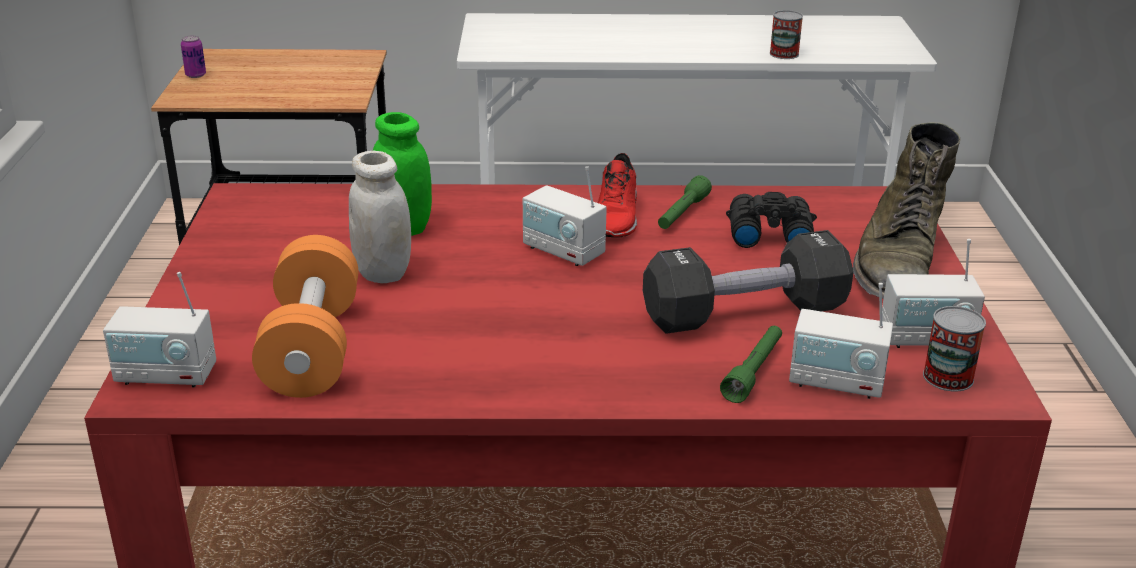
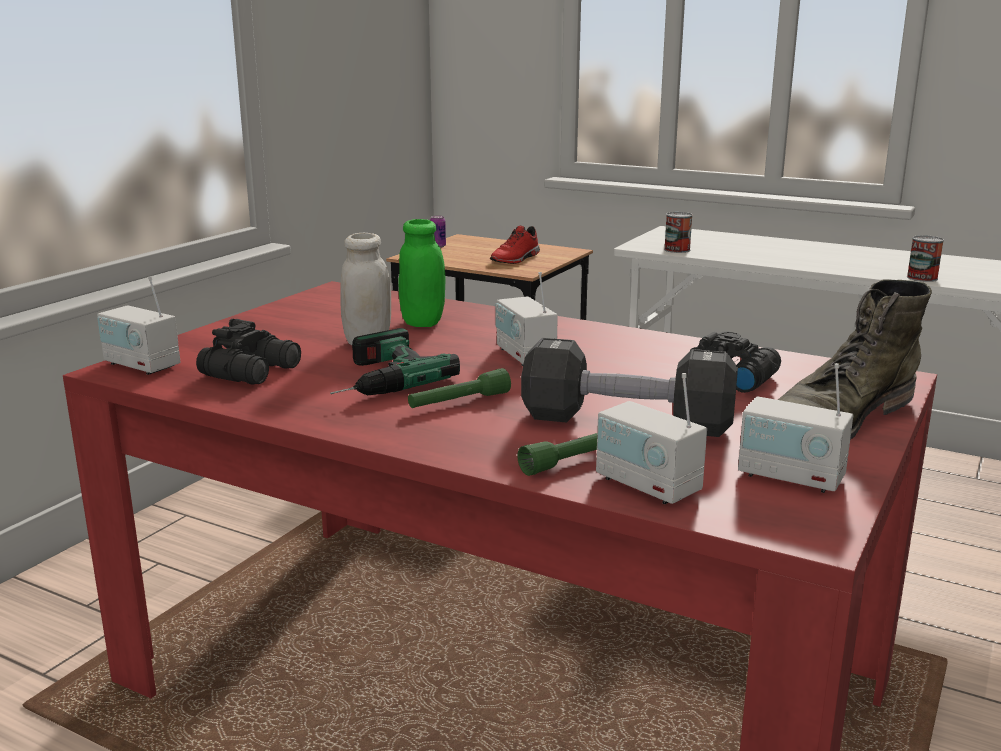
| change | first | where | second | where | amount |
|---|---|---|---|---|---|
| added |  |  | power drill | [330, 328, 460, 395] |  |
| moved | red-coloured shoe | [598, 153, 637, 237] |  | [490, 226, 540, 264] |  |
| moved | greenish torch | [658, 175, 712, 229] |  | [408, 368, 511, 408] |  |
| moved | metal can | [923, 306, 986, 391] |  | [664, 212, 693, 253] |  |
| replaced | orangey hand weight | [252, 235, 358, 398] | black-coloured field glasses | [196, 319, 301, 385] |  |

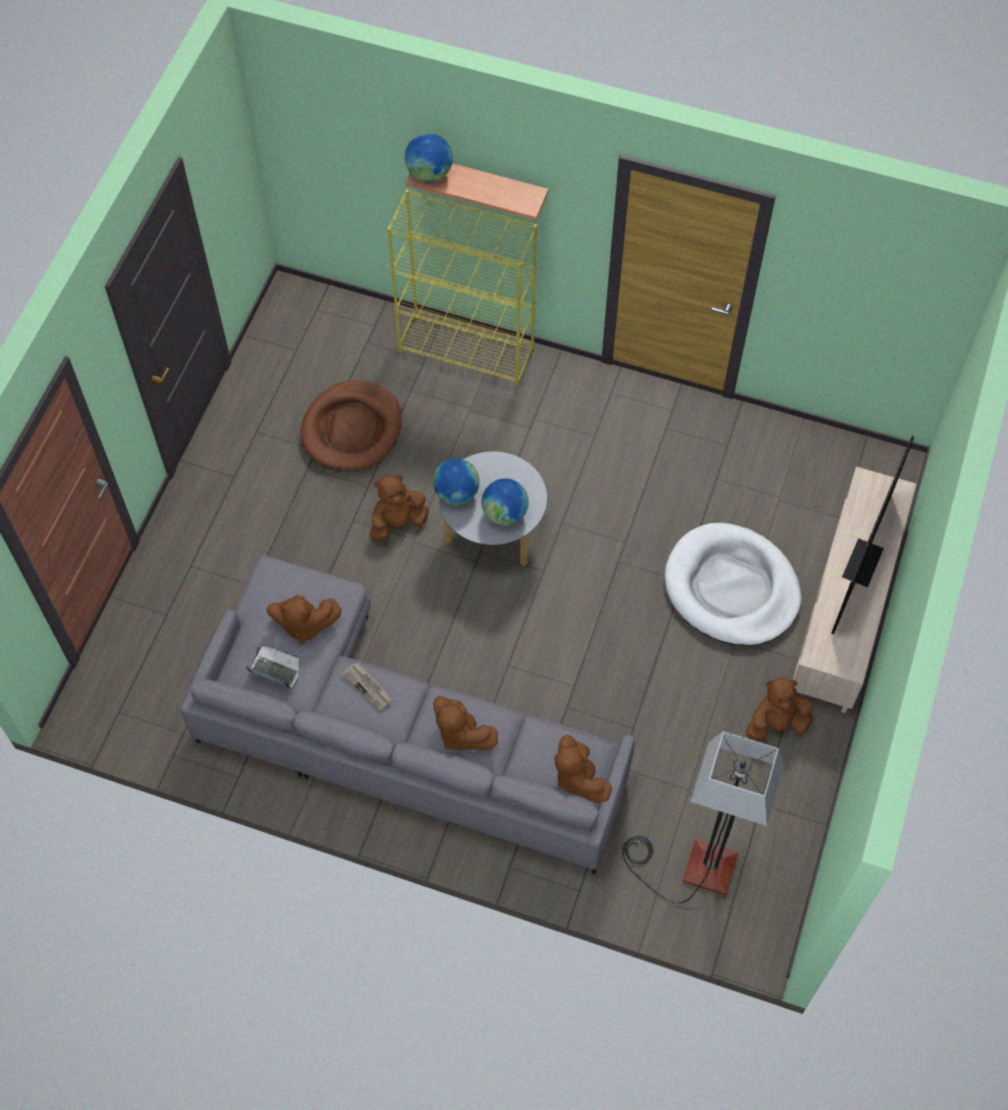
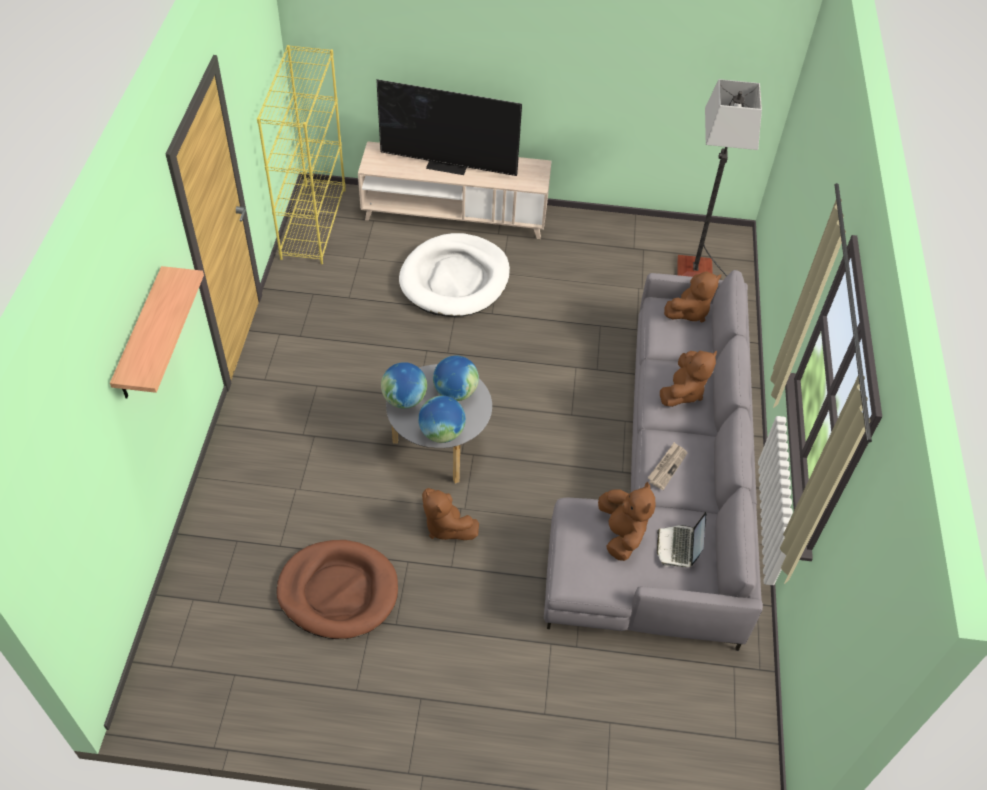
| change | first | where | second | where | amount |
|---|---|---|---|---|---|
| removed | brown-coloured soft toy | [746, 678, 814, 741] |  |  |  |
| moved | yellow bookshelf | [387, 190, 537, 386] |  | [257, 45, 346, 264] |  |
| moved | desk globe | [405, 133, 453, 182] |  | [381, 362, 427, 409] |  |

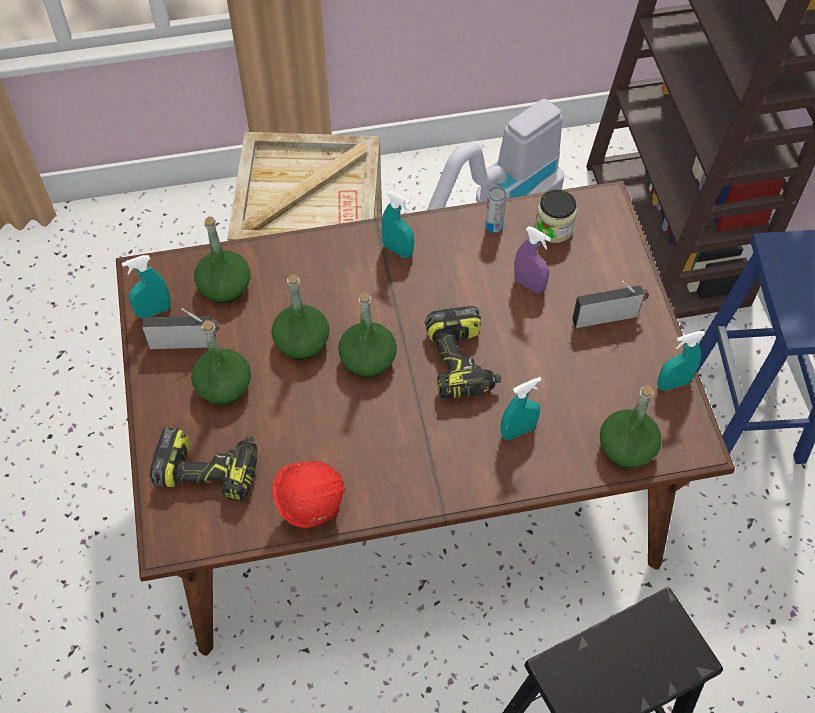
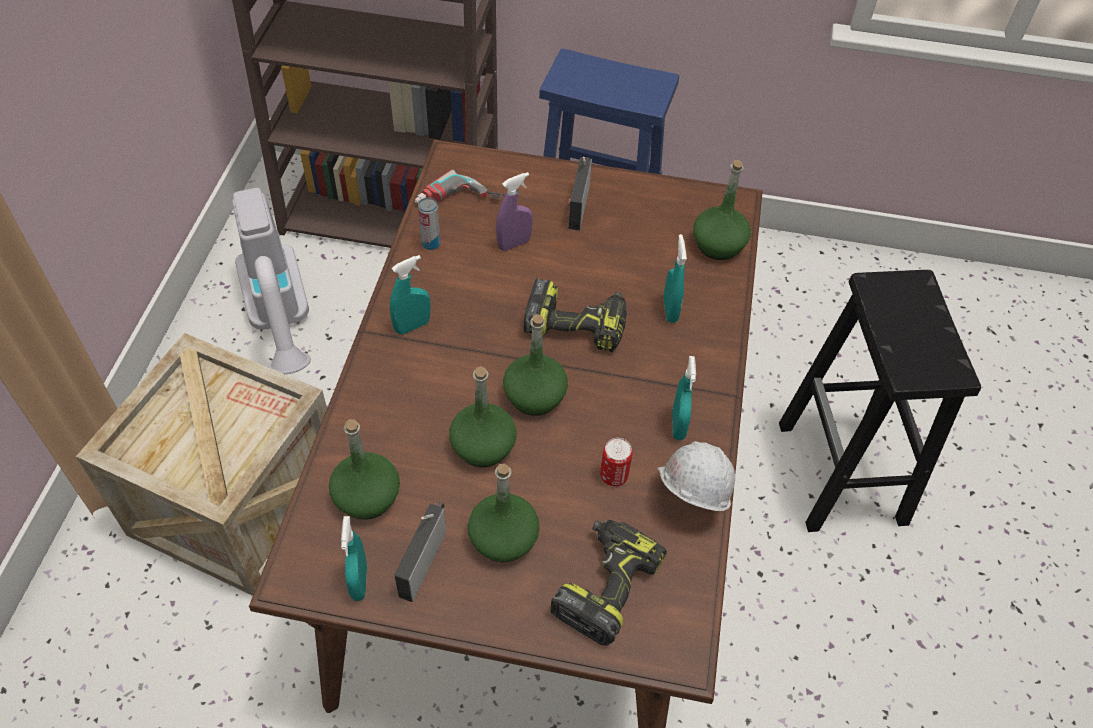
| change | first | where | second | where | amount |
|---|---|---|---|---|---|
| added |  |  | metal can | [600, 438, 633, 486] |  |
| moved | turquoise-coloured sprayer | [657, 331, 705, 391] |  | [672, 356, 696, 440] |  |
| replaced | jar | [535, 190, 577, 243] | power drill | [415, 170, 505, 204] |  |
| recoloured | red-coloured hard hat | [272, 461, 345, 528] | white-coloured hard hat | [657, 441, 735, 511] |  |

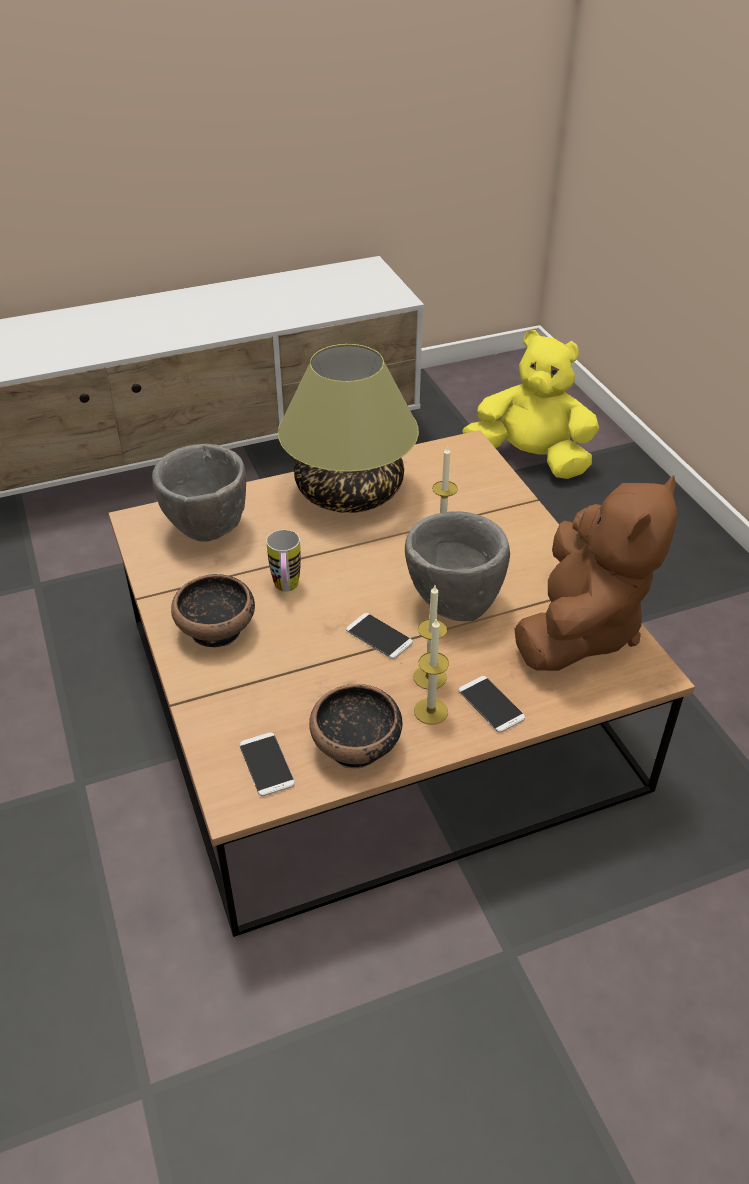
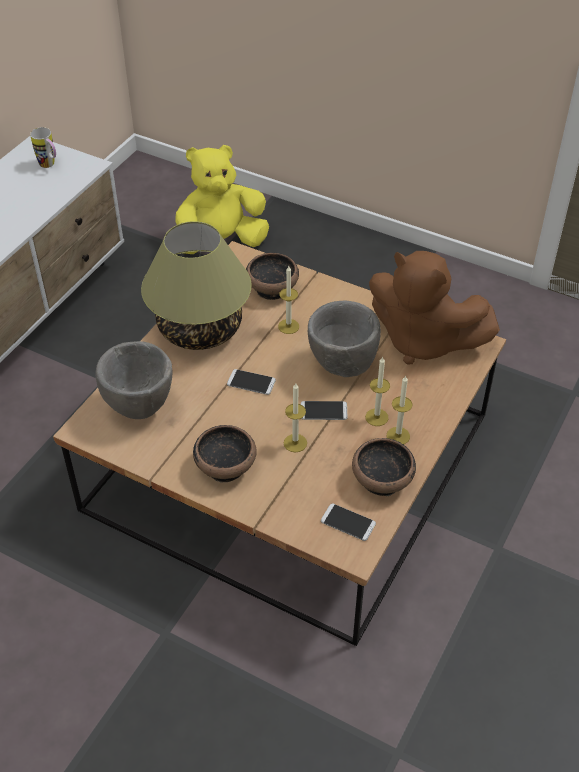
| change | first | where | second | where | amount |
|---|---|---|---|---|---|
| added |  |  | serving bowl | [246, 253, 299, 300] |  |
| added |  |  | wax light | [284, 383, 307, 452] |  |
| moved | coffee mug | [266, 530, 301, 592] |  | [30, 127, 56, 168] |  |
| moved | phone | [459, 676, 525, 732] |  | [227, 369, 276, 395] |  |
| turned | brown-coloured soft toy | [515, 475, 678, 671] |  | [369, 251, 500, 365] | 135 degrees clockwise |

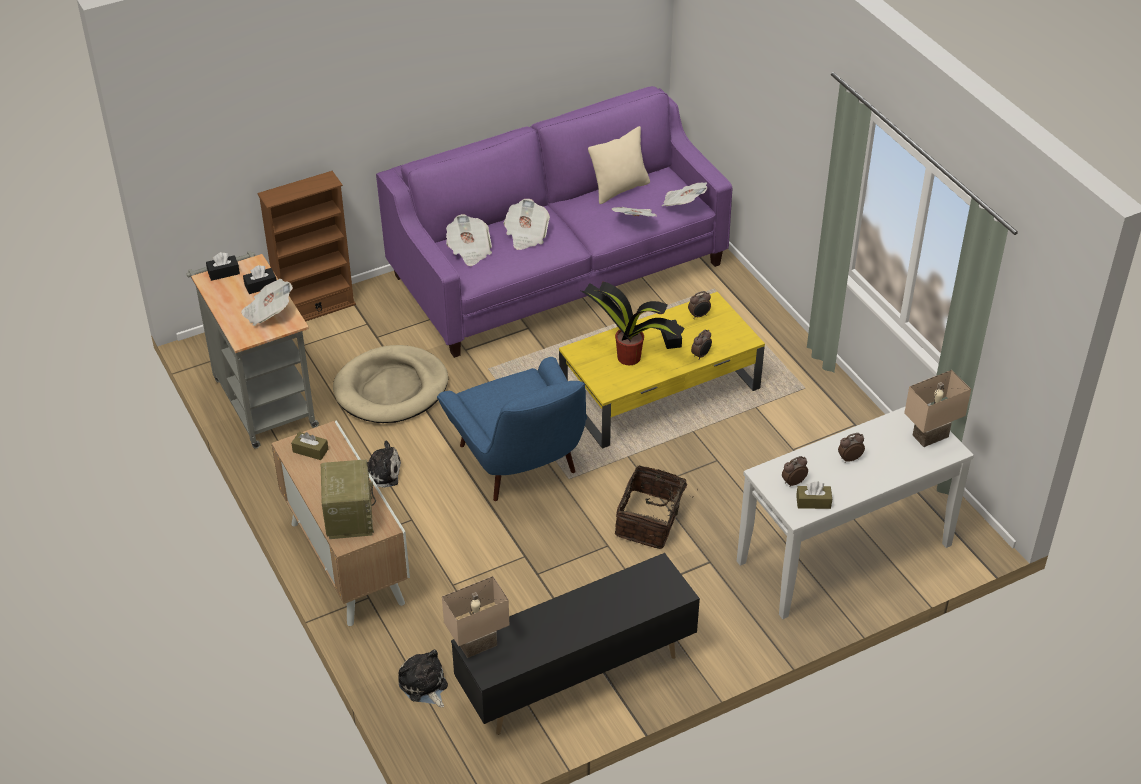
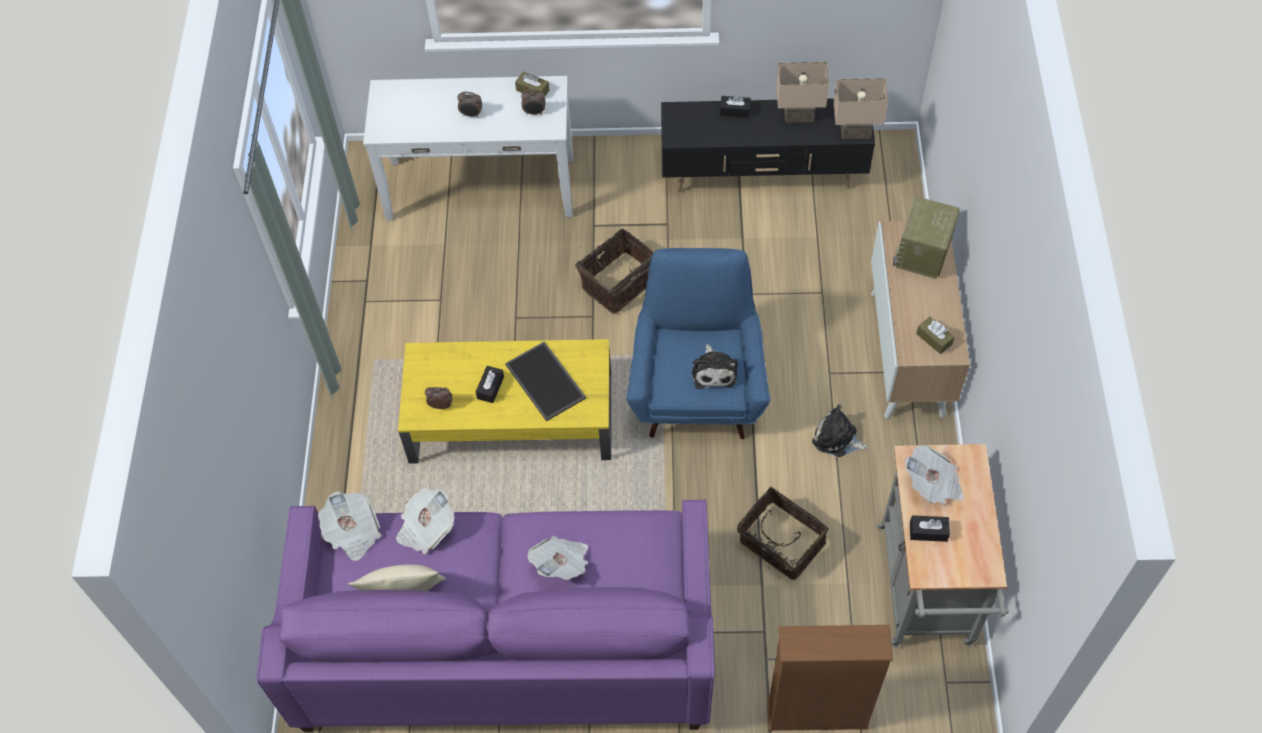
| change | first | where | second | where | amount |
|---|---|---|---|---|---|
| removed | printed paper | [446, 214, 492, 266] |  |  |  |
| removed | alarm clock | [691, 329, 712, 360] |  |  |  |
| moved | black-coloured tissue holder | [206, 252, 240, 281] |  | [720, 95, 751, 118] |  |
| moved | soft toy | [398, 649, 448, 708] |  | [692, 344, 738, 389] |  |
| moved | sand-coloured lamp for a table | [904, 370, 971, 447] |  | [776, 62, 829, 123] |  |
| replaced | sand-coloured pet bed | [333, 345, 448, 423] | storage basket | [737, 487, 829, 580] |  |
| replaced | potted plant | [579, 281, 685, 365] | tray | [505, 341, 586, 421] |  |

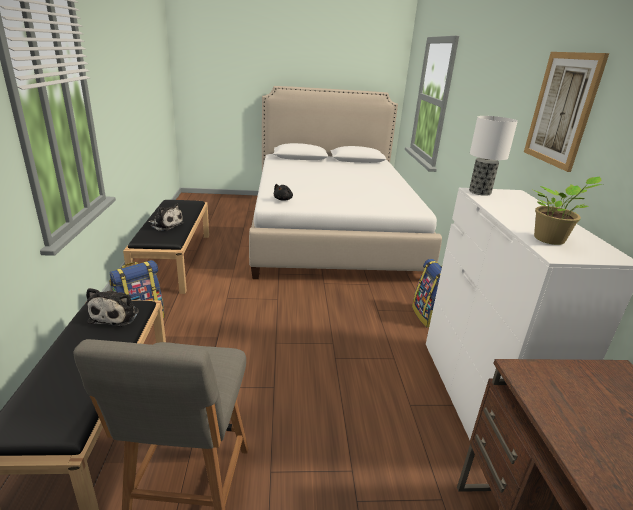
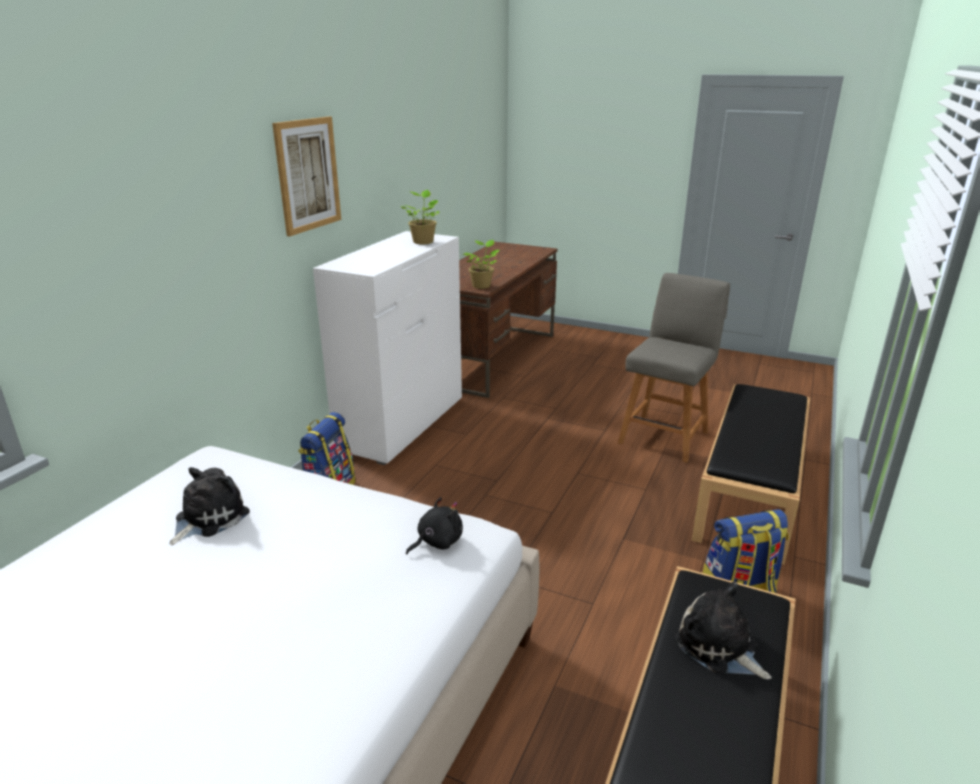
| change | first | where | second | where | amount |
|---|---|---|---|---|---|
| removed | lamp for a table | [469, 116, 518, 196] |  |  |  |
| added |  |  | potted plant | [463, 240, 499, 289] |  |
| moved | soft toy | [86, 288, 139, 327] |  | [169, 467, 250, 545] |  |

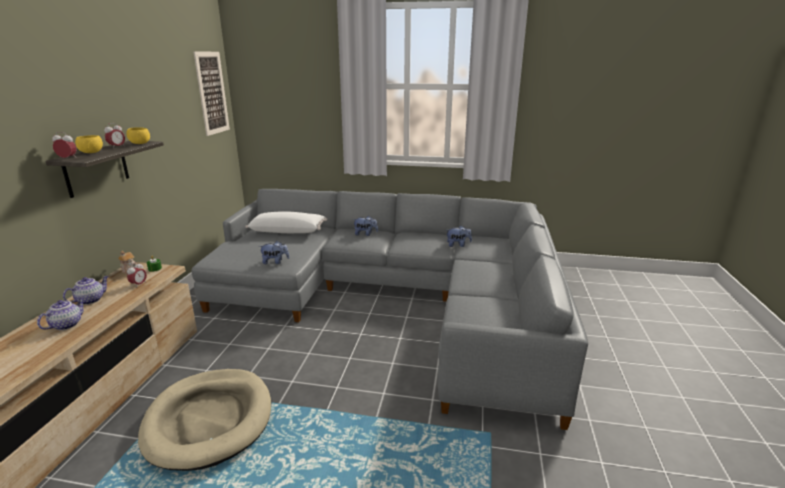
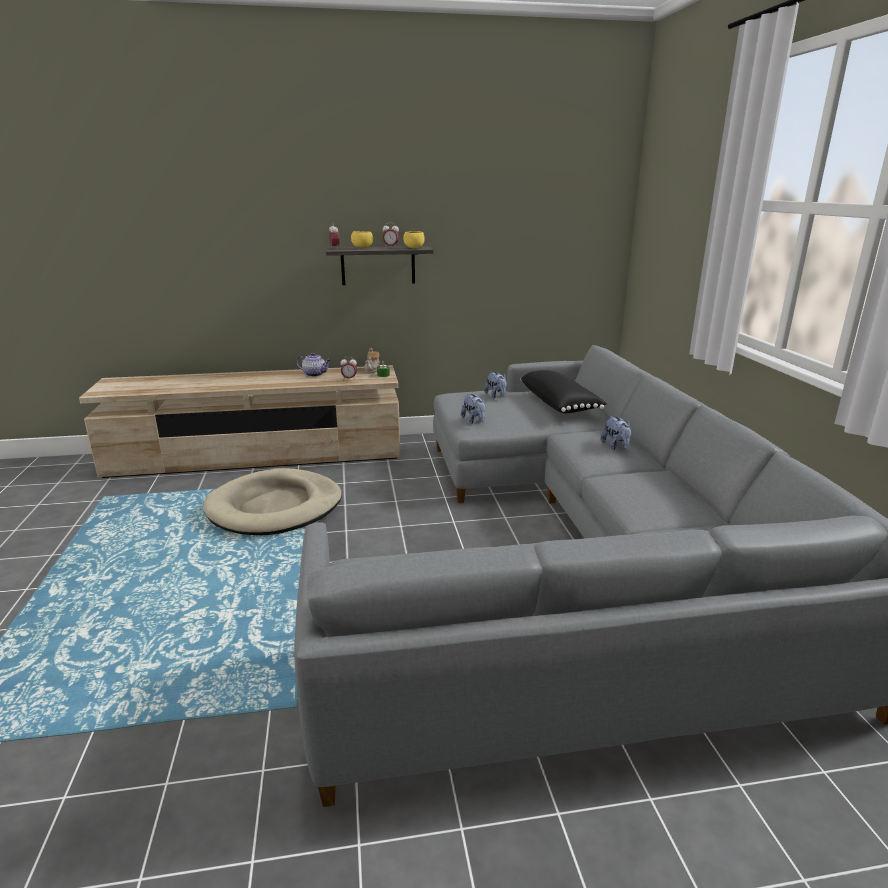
| change | first | where | second | where | amount |
|---|---|---|---|---|---|
| removed | pot for tea | [37, 297, 85, 330] |  |  |  |
| removed | wall picture | [193, 51, 230, 136] |  |  |  |
| moved | soft toy | [447, 225, 472, 247] |  | [484, 372, 507, 398] |  |
| recoloured | white-coloured cushion | [245, 211, 327, 233] | black-coloured cushion | [521, 370, 607, 413] |  |

